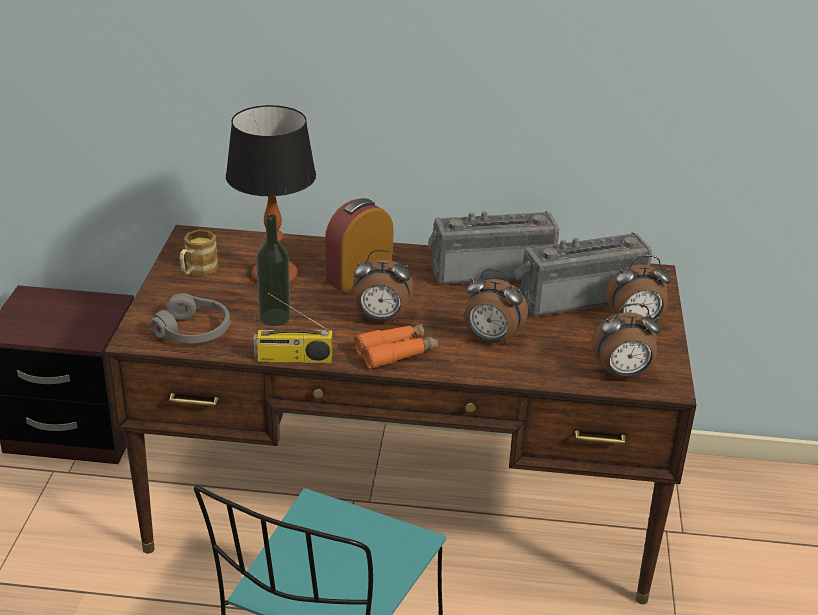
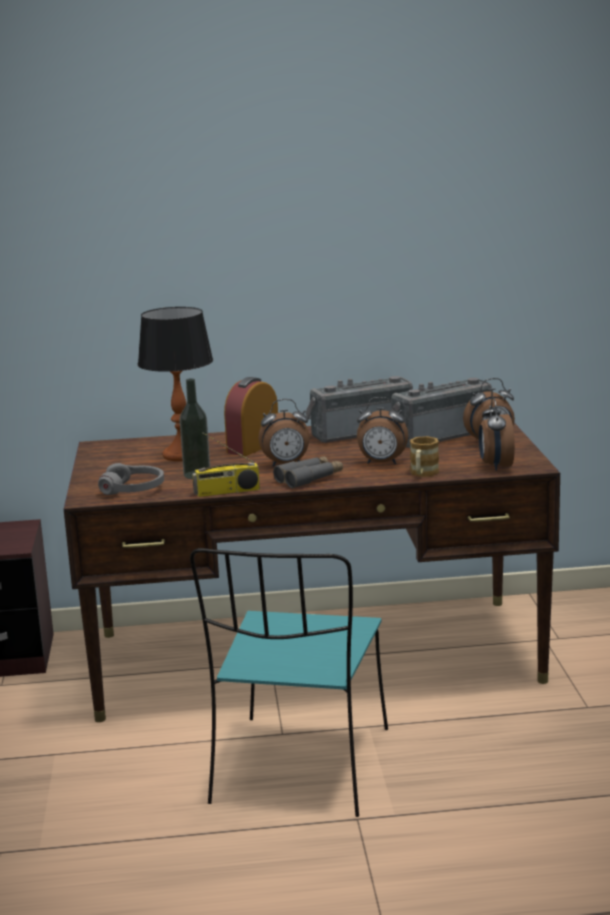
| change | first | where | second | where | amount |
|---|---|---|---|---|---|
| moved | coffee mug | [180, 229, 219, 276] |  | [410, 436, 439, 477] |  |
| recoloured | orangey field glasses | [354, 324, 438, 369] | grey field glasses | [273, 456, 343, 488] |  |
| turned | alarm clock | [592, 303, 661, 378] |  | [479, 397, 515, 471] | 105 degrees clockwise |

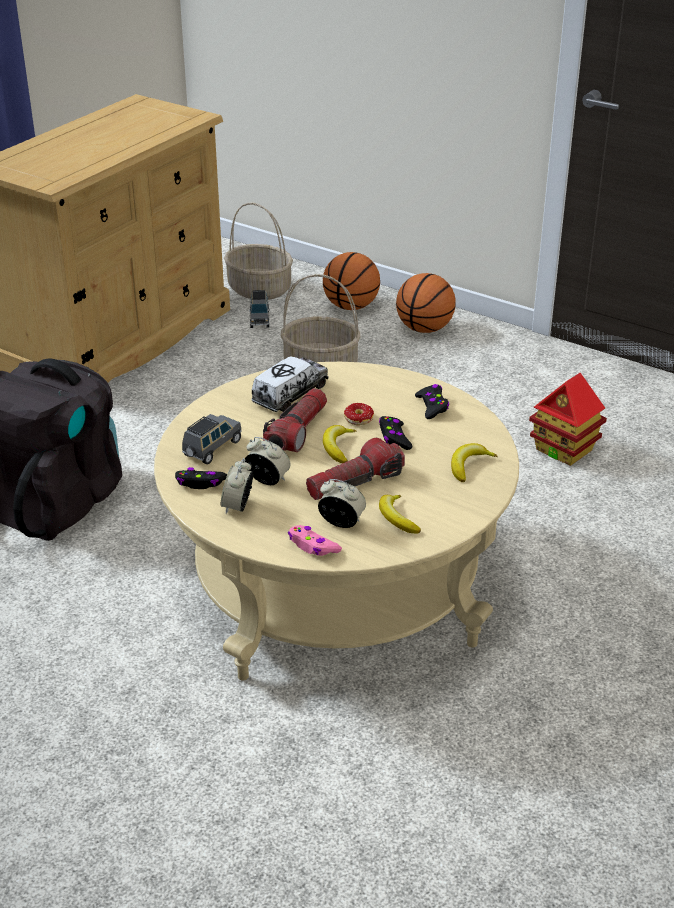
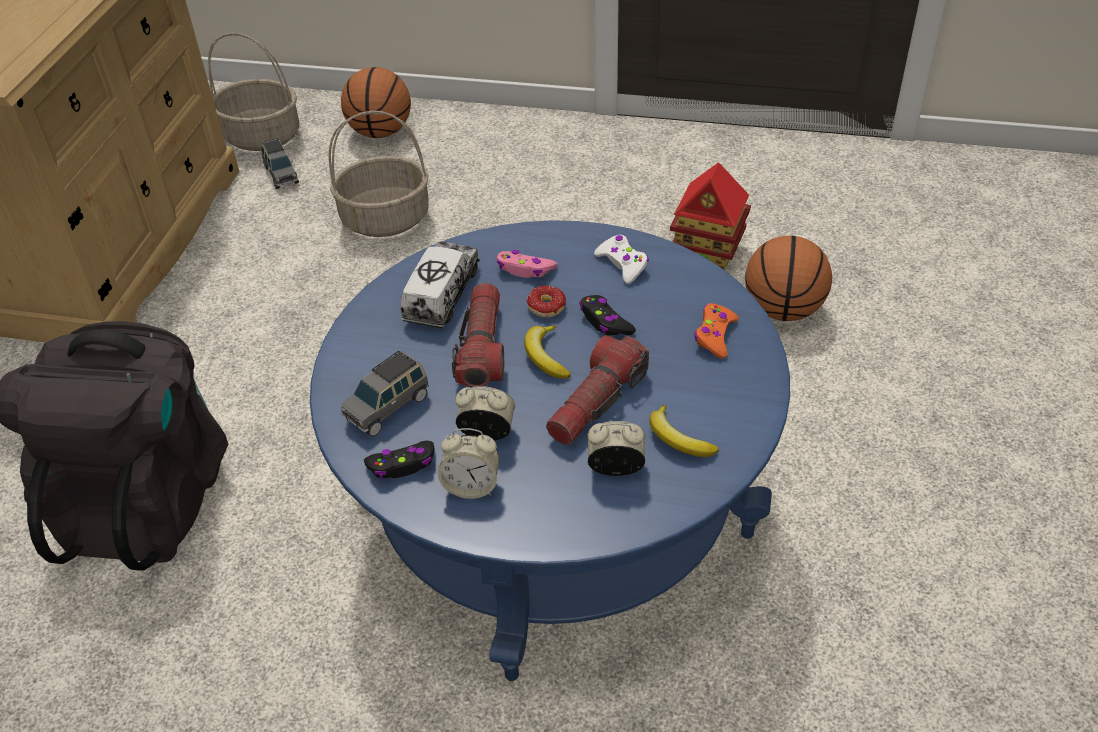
| change | first | where | second | where | amount |
|---|---|---|---|---|---|
| moved | pink game controller | [288, 525, 342, 556] |  | [497, 250, 557, 278] |  |
| moved | basketball | [396, 273, 456, 333] |  | [745, 236, 832, 321] |  |
| replaced | banana | [451, 443, 498, 482] | orangey game controller | [694, 303, 739, 359] |  |
| recoloured | sand-coloured coffee table | [154, 362, 519, 680] | blue coffee table | [310, 220, 790, 681] |  |
| recoloured | black-coloured game controller | [415, 384, 449, 419] | white-coloured game controller | [594, 235, 649, 284] |  |
| turned | grey miniature car | [182, 414, 242, 464] |  | [341, 350, 429, 437] | 150 degrees counterclockwise |
| turned | alarm clock | [221, 458, 253, 514] |  | [438, 428, 500, 499] | 75 degrees counterclockwise |

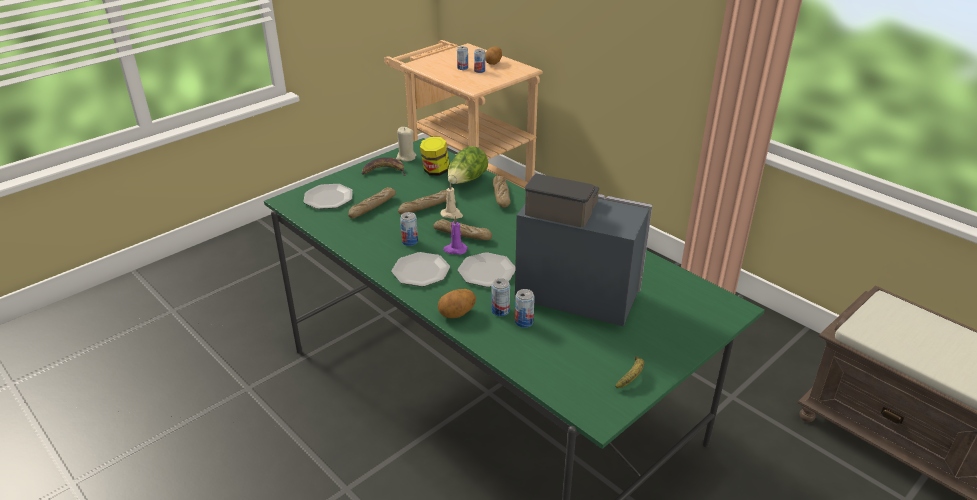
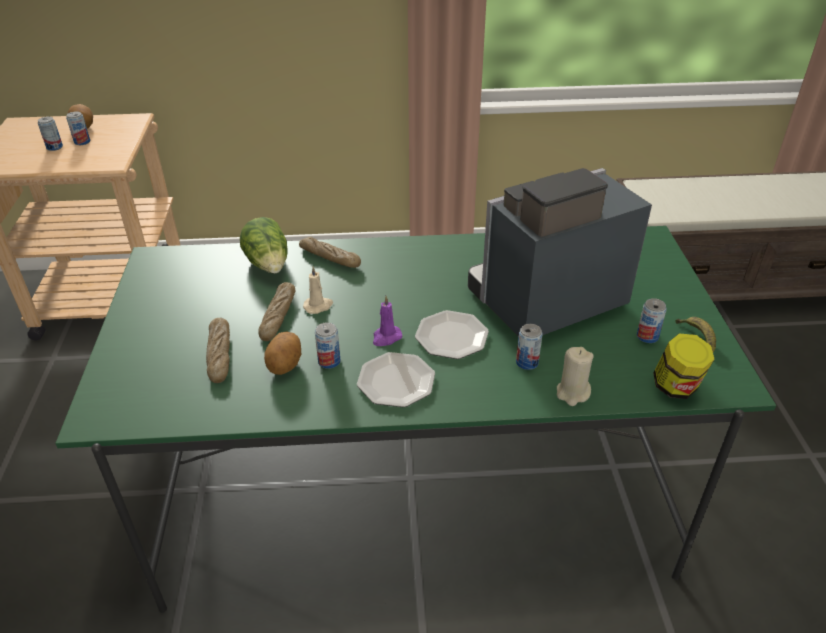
| change | first | where | second | where | amount |
|---|---|---|---|---|---|
| removed | dinner plate | [303, 184, 353, 209] |  |  |  |
| removed | banana | [362, 157, 406, 176] |  |  |  |
| removed | bakery bread | [433, 219, 492, 240] |  |  |  |
| moved | sand-coloured wax light | [396, 127, 416, 161] |  | [557, 347, 594, 406] |  |
| moved | jar | [420, 137, 450, 176] |  | [653, 334, 715, 399] |  |
| moved | whole potato | [438, 289, 476, 318] |  | [264, 331, 301, 375] |  |
| moved | metal can | [515, 289, 535, 328] |  | [637, 298, 667, 343] |  |

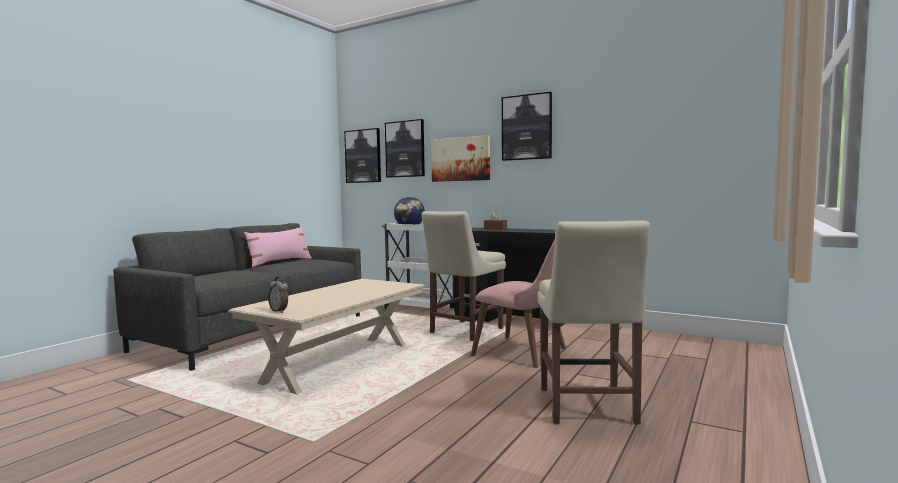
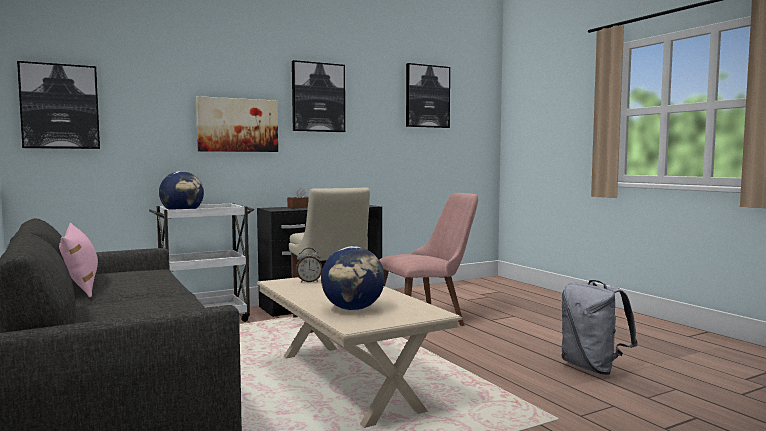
| change | first | where | second | where | amount |
|---|---|---|---|---|---|
| removed | sand-coloured upright chair | [537, 221, 650, 425] |  |  |  |
| added |  |  | desk globe | [321, 246, 385, 310] |  |
| added |  |  | grey knapsack | [562, 280, 638, 375] |  |
| moved | alarm clock | [268, 276, 288, 313] |  | [296, 248, 322, 283] |  |
| moved | wall picture | [385, 119, 425, 178] |  | [406, 63, 450, 128] |  |

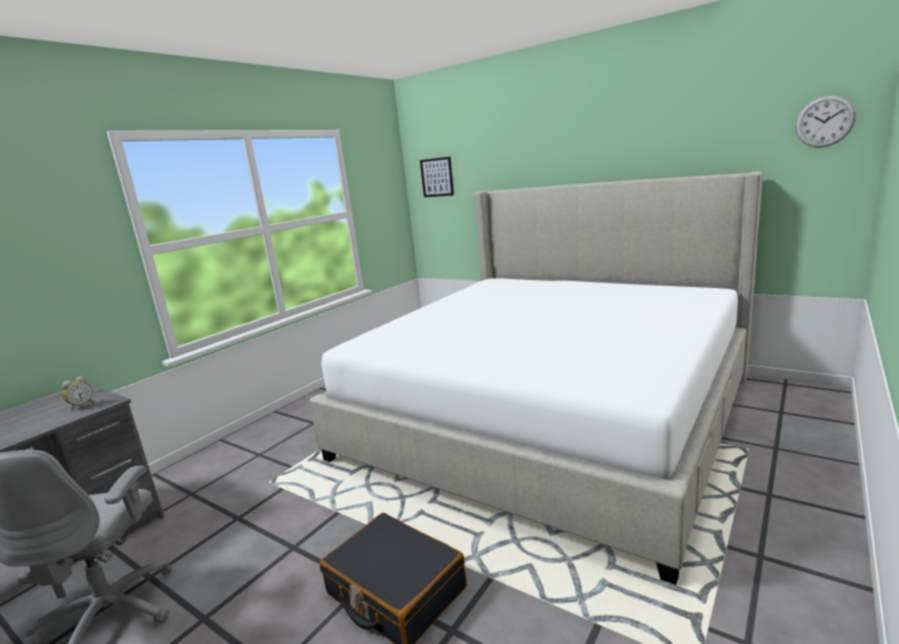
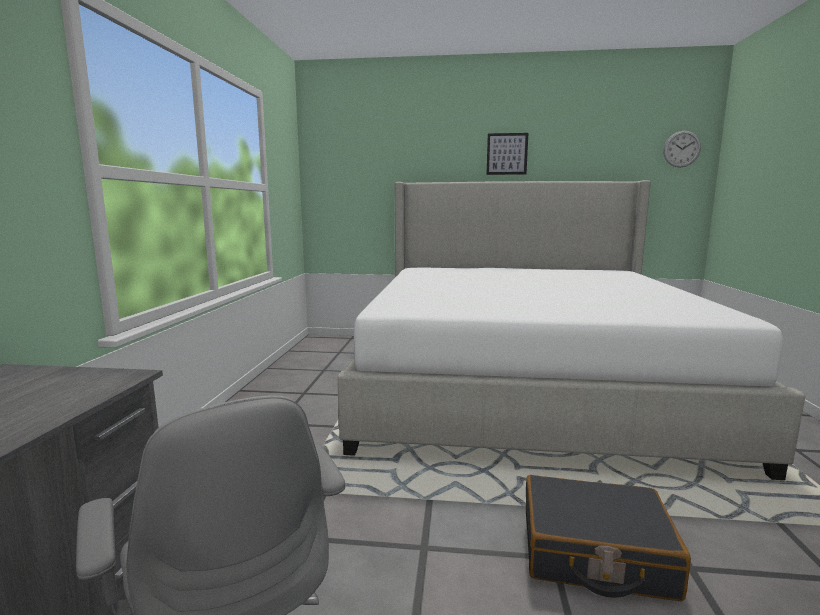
| change | first | where | second | where | amount |
|---|---|---|---|---|---|
| removed | alarm clock | [62, 376, 94, 411] |  |  |  |
| moved | wall picture | [420, 157, 454, 197] |  | [486, 133, 528, 175] |  |

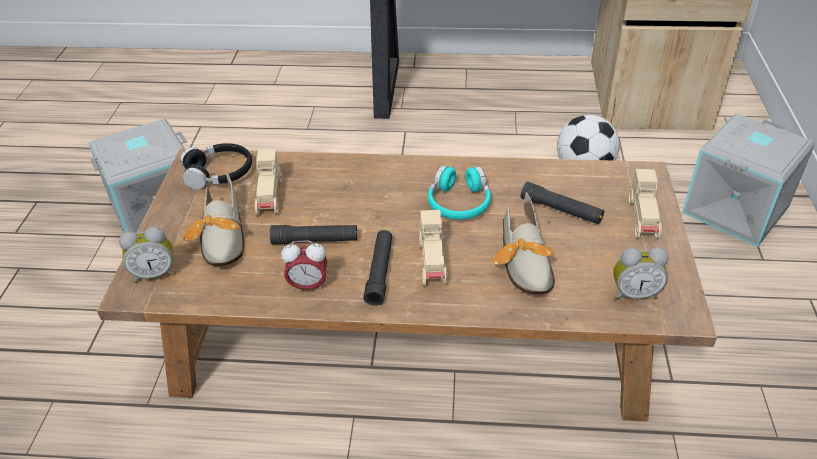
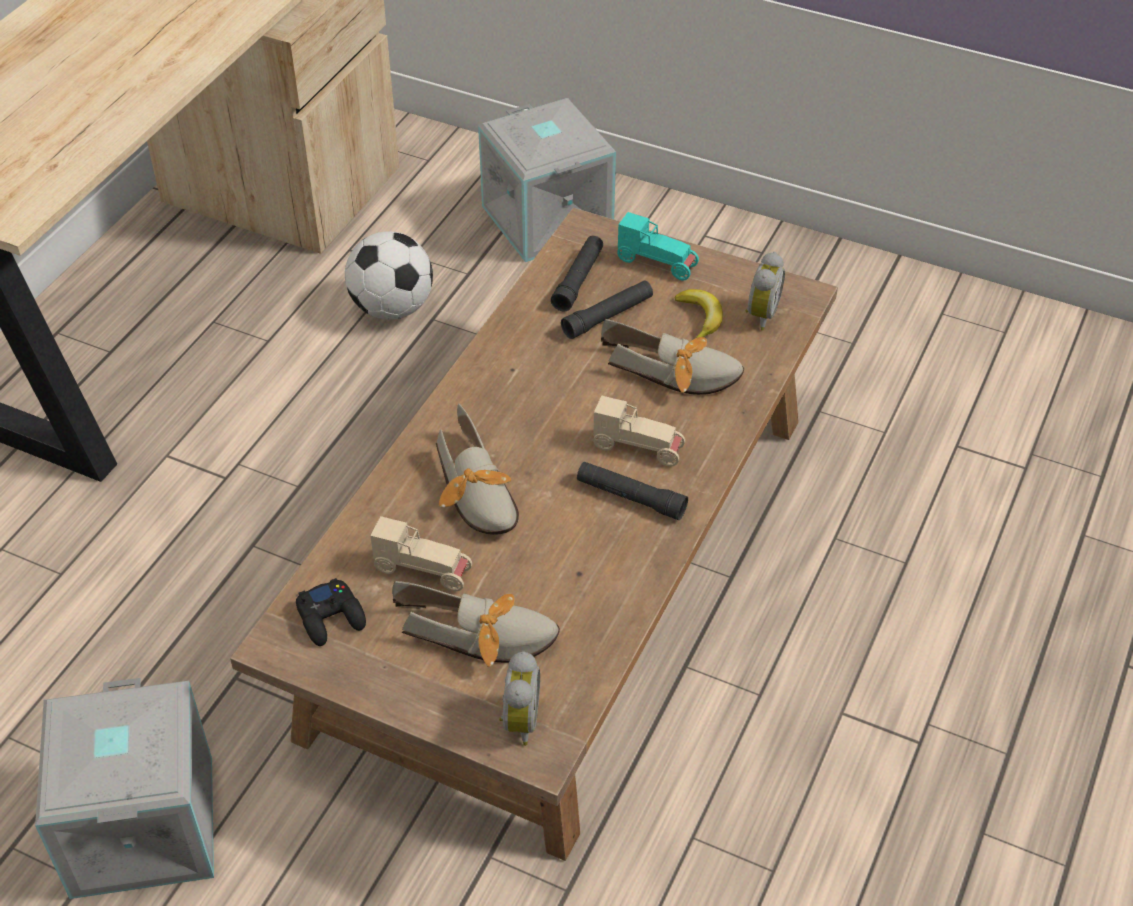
| change | first | where | second | where | amount |
|---|---|---|---|---|---|
| removed | alarm clock | [281, 240, 327, 292] |  |  |  |
| removed | turquoise-coloured headphones | [428, 165, 491, 220] |  |  |  |
| added |  |  | shoe | [436, 404, 519, 535] |  |
| added |  |  | banana | [675, 289, 723, 338] |  |
| moved | black-coloured torch | [270, 225, 357, 244] |  | [551, 236, 603, 311] |  |
| replaced | black-coloured headphones | [180, 143, 252, 189] | black-coloured game controller | [296, 578, 366, 646] |  |
| recoloured | sand-coloured miniature car | [628, 169, 662, 239] | turquoise-coloured miniature car | [617, 212, 699, 280] |  |

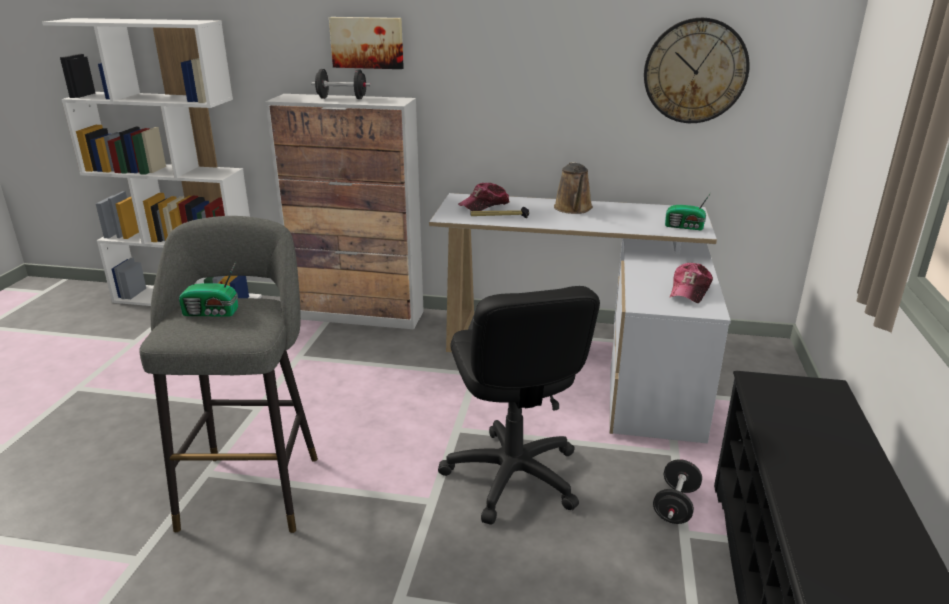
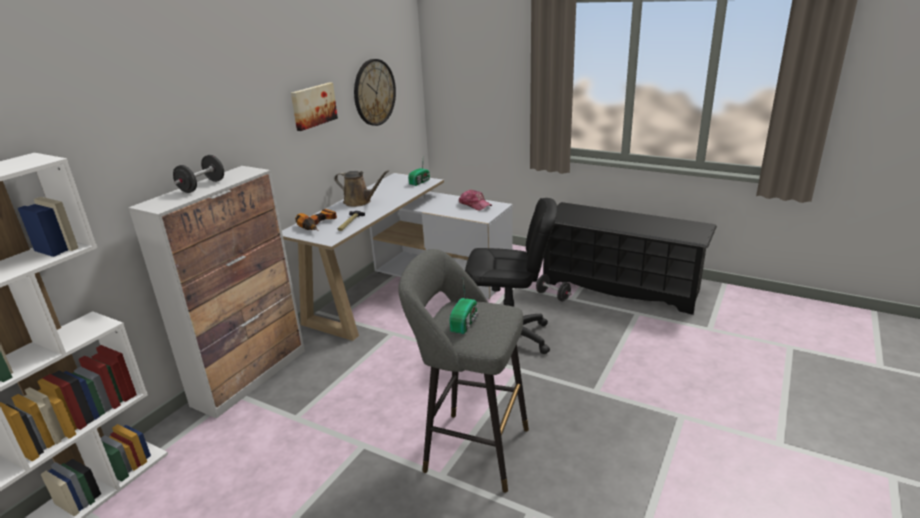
| change | first | where | second | where | amount |
|---|---|---|---|---|---|
| moved | wall picture | [329, 17, 404, 69] |  | [291, 82, 338, 131] |  |
| replaced | baseball cap | [458, 182, 510, 211] | power drill | [295, 209, 337, 231] |  |

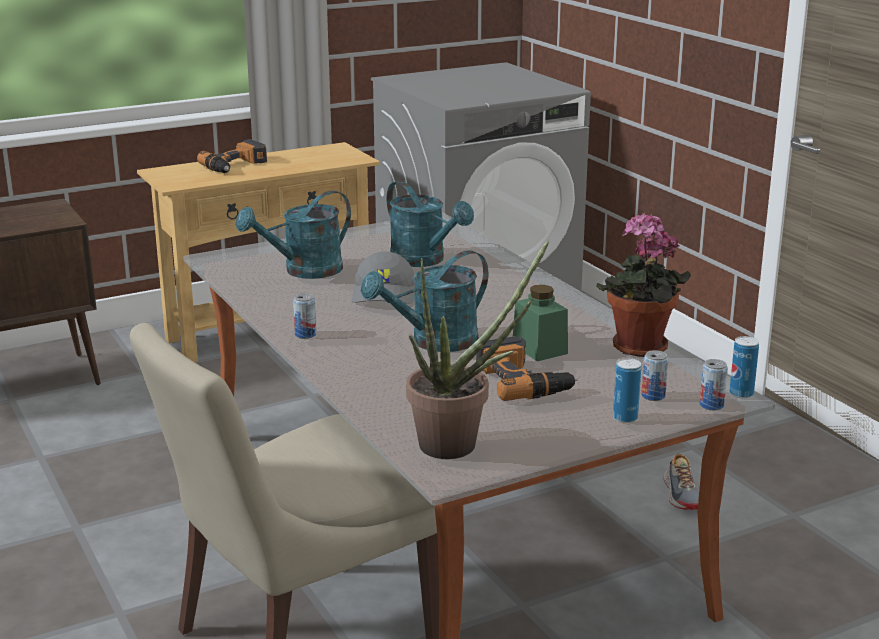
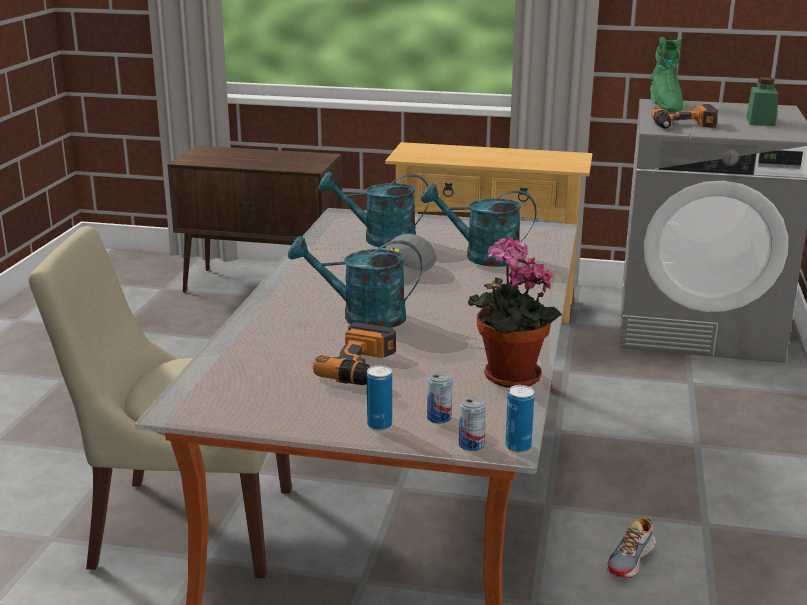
| change | first | where | second | where | amount |
|---|---|---|---|---|---|
| removed | metal can | [293, 293, 316, 339] |  |  |  |
| removed | potted plant | [406, 238, 550, 459] |  |  |  |
| added |  |  | greenish tall boot | [650, 37, 683, 112] |  |
| moved | power drill | [197, 139, 267, 173] |  | [651, 104, 718, 128] |  |
| moved | greenish jar | [513, 285, 568, 361] |  | [746, 77, 779, 126] |  |
| turned | turquoise-coloured sprinkling can | [386, 180, 474, 267] |  | [421, 183, 537, 267] | 105 degrees clockwise |

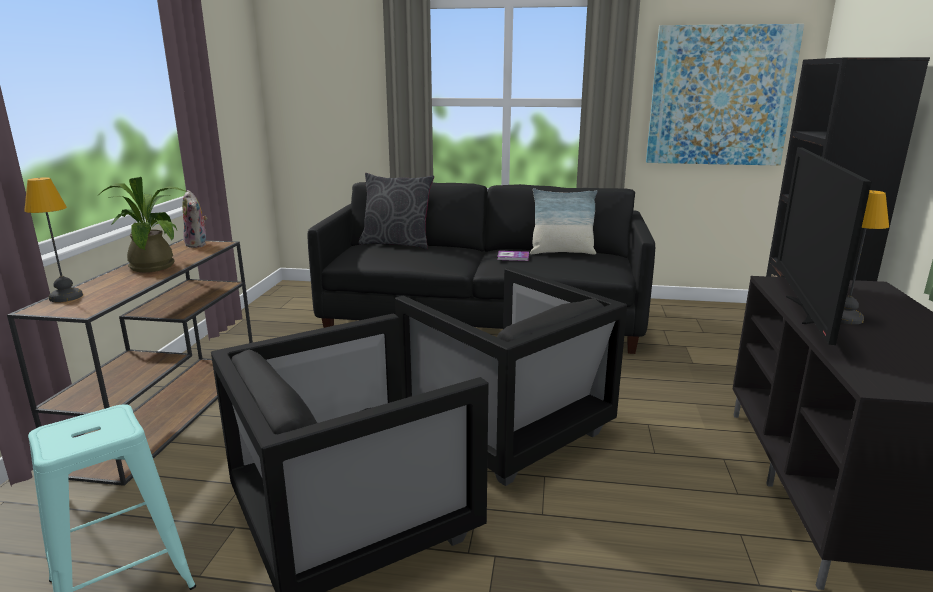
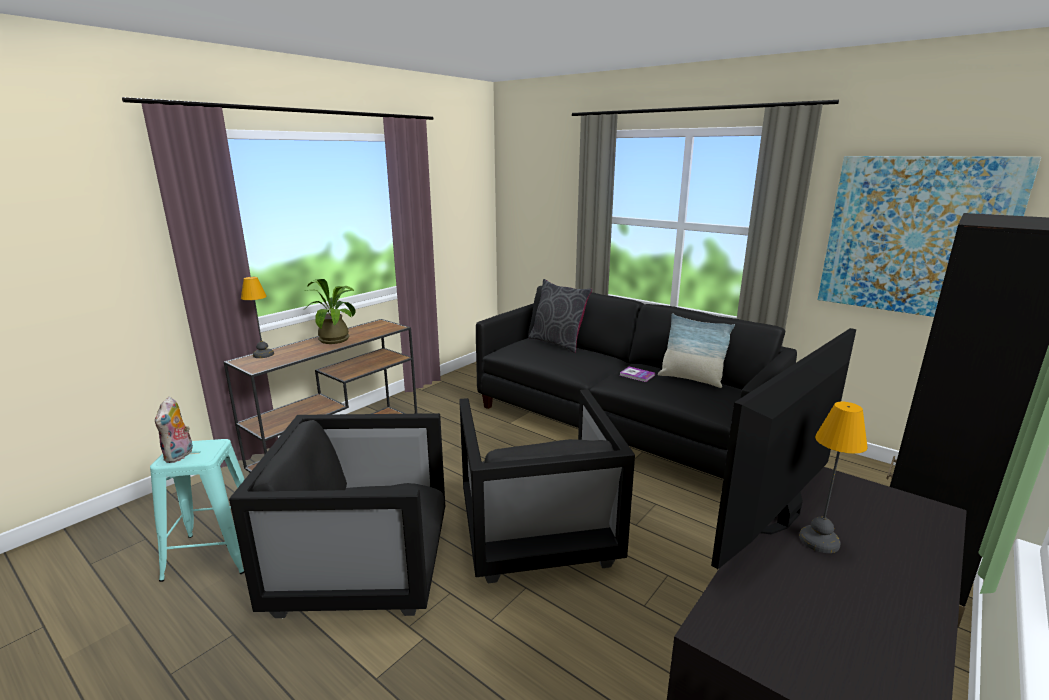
| change | first | where | second | where | amount |
|---|---|---|---|---|---|
| moved | soft toy | [183, 190, 207, 248] |  | [155, 397, 194, 463] |  |

